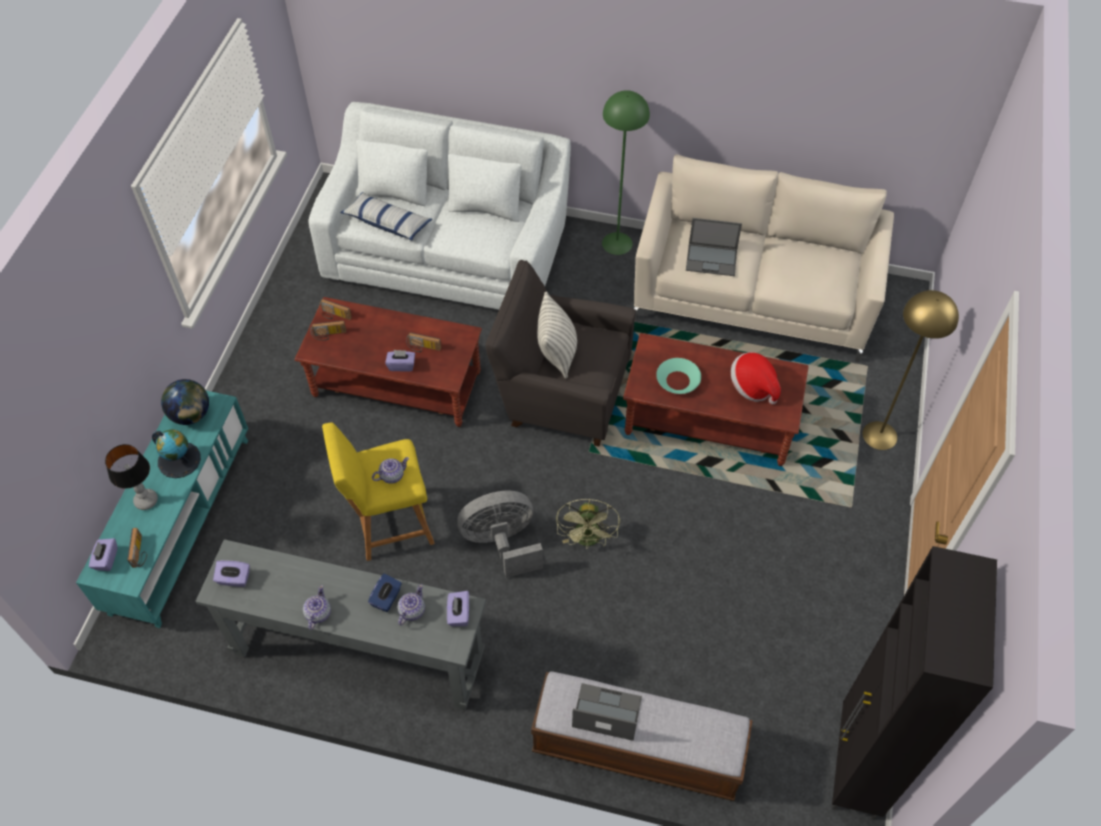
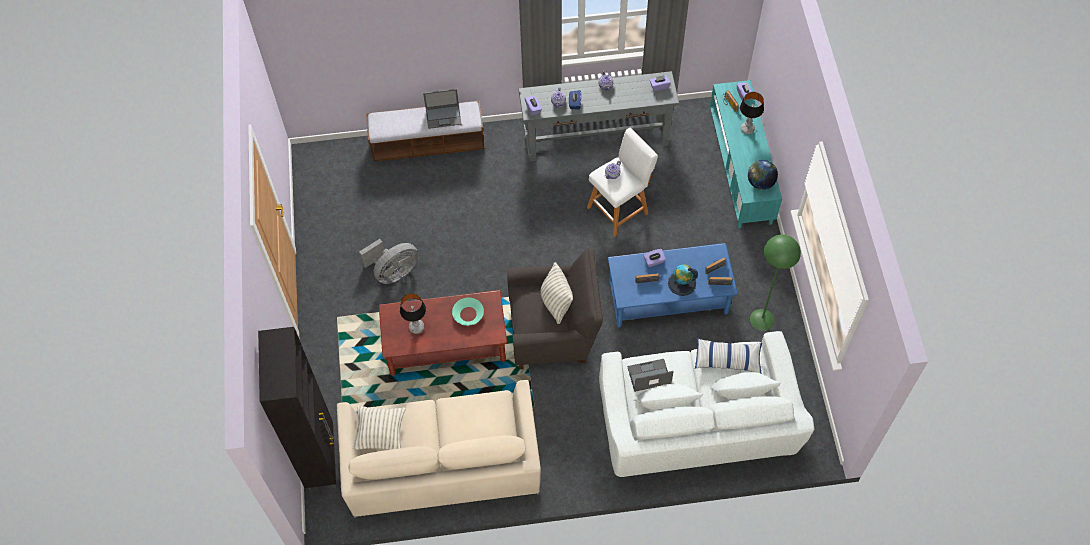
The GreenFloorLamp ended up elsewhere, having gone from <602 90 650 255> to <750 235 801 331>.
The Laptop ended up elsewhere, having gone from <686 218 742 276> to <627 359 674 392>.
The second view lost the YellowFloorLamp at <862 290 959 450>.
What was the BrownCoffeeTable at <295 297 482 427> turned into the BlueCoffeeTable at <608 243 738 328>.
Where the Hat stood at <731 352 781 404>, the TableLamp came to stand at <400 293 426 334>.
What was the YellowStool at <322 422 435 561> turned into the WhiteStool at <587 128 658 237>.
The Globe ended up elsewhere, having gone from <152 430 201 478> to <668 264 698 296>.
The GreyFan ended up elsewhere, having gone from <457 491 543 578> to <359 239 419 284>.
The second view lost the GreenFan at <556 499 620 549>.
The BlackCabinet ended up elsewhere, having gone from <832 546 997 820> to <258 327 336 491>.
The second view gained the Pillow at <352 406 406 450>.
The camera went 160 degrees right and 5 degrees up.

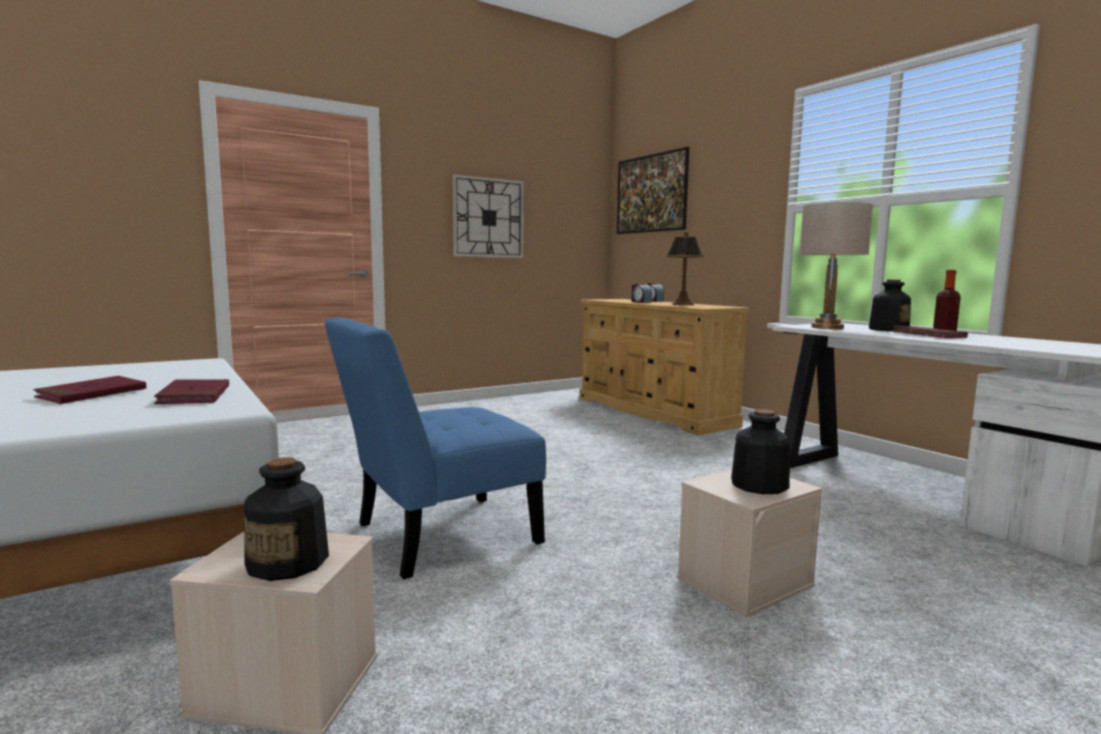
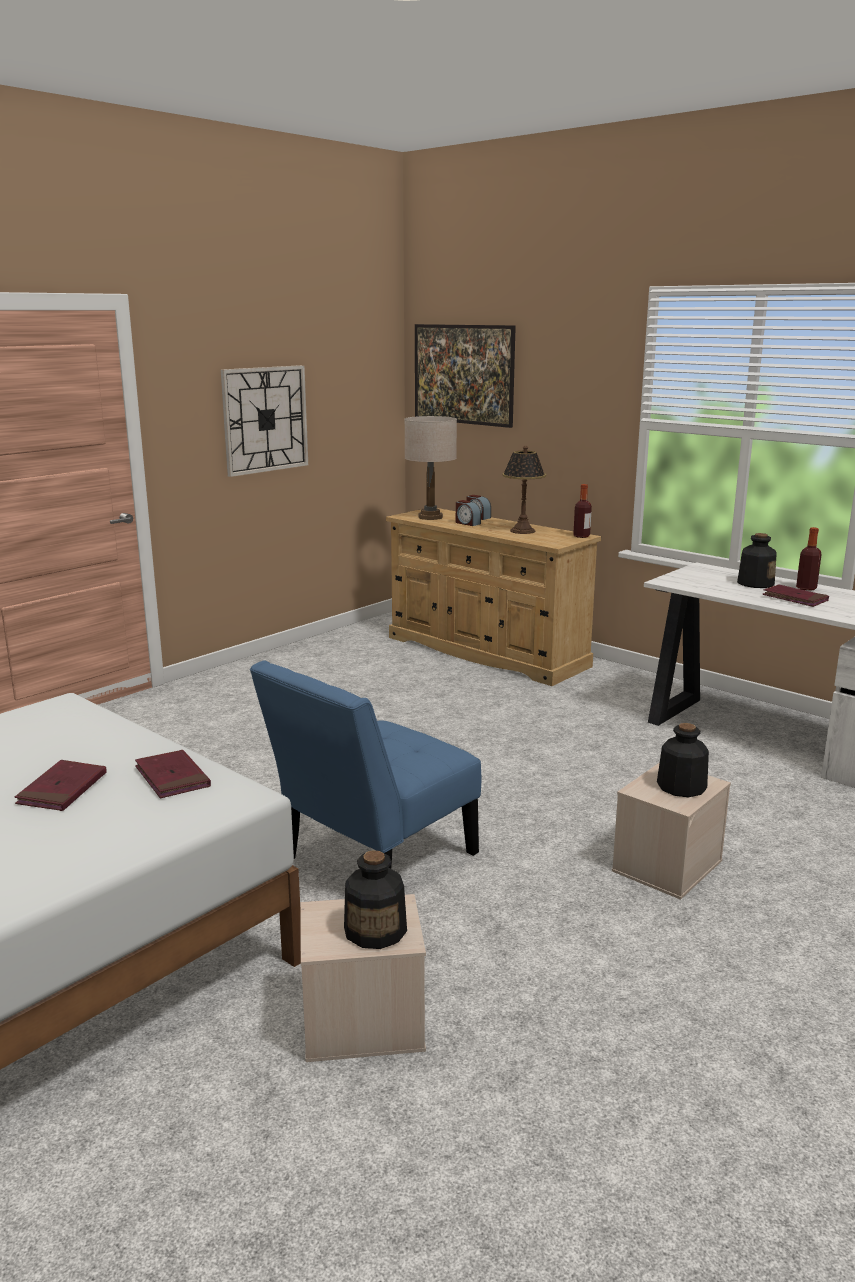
The BeigeTableLamp ended up elsewhere, having gone from <799 202 873 329> to <404 416 457 520>.
The second view gained the Bottle at <573 484 592 538>.
The camera went 15 degrees left and 10 degrees up.

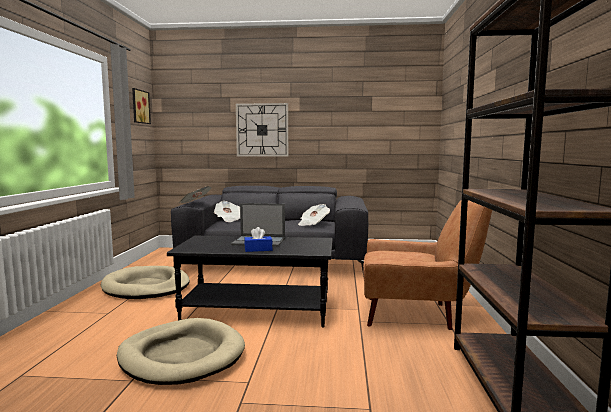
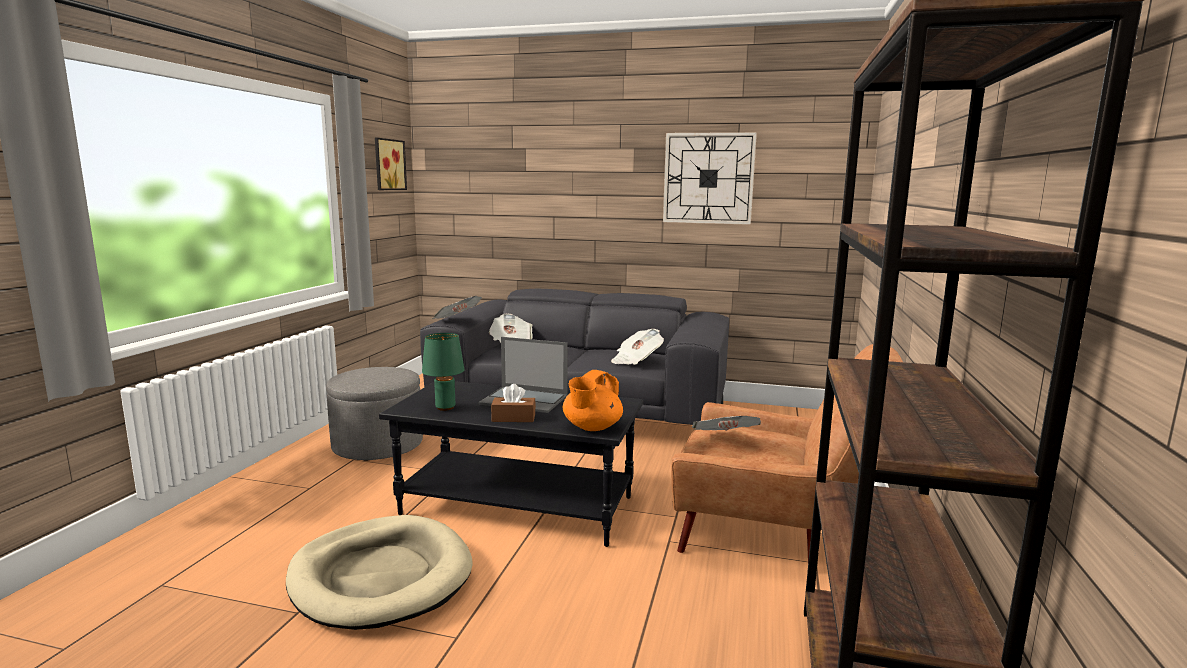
The WallClock ended up elsewhere, having gone from <236 103 288 157> to <663 132 757 225>.
What was the BlueTissueBox at <244 227 273 252> turned into the BrownTissueBox at <491 384 536 422>.
Where the BeigeDogBed stood at <101 266 190 299>, the GreyOttoman came to stand at <326 367 423 461>.
The second view gained the GreenTableLamp at <422 333 465 411>.
The second view gained the OrangeTeapot at <563 370 623 431>.
The second view gained the Newspaper at <692 416 761 431>.
The camera went 10 degrees right and 5 degrees up.

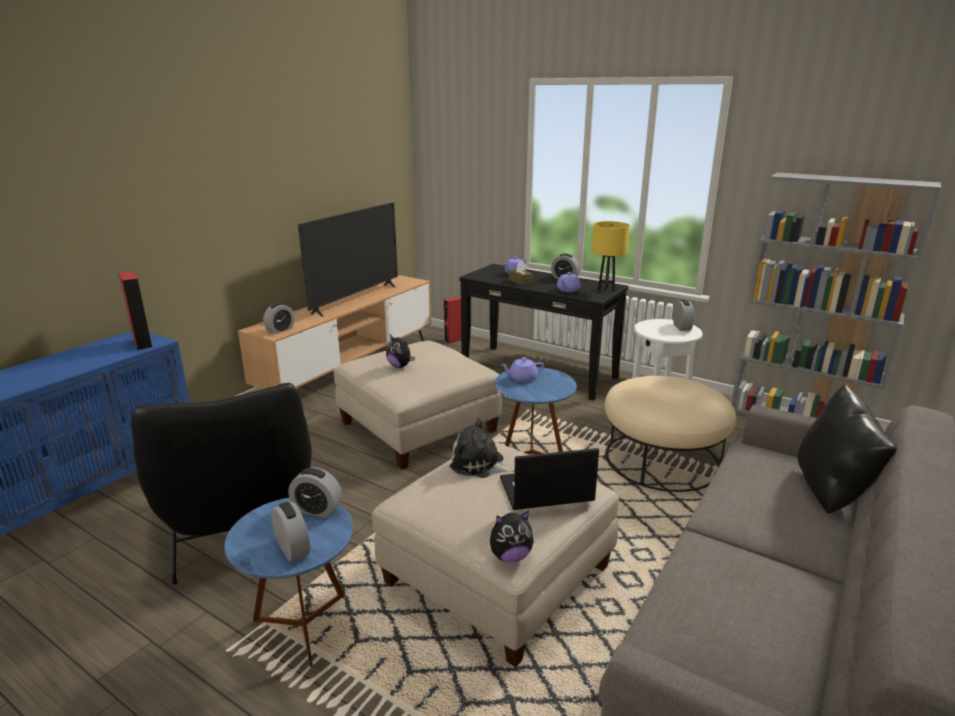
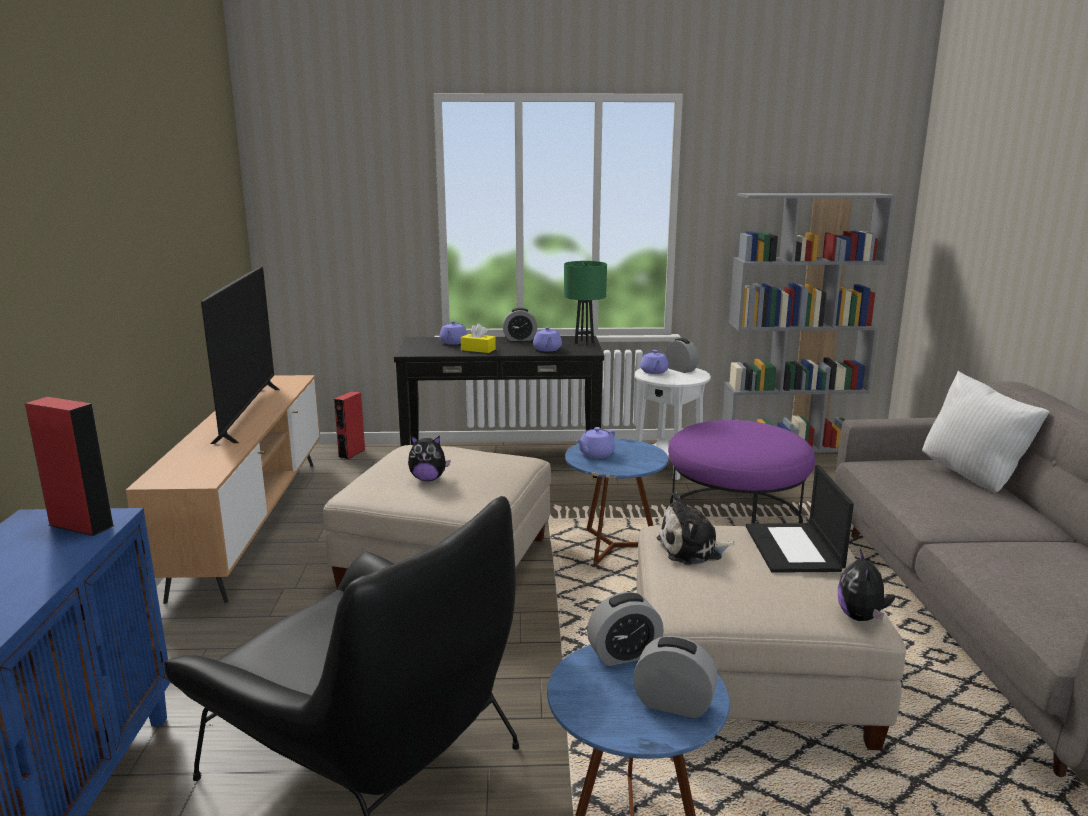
What was the YellowTableLamp at <592 221 630 292> turned into the GreenTableLamp at <564 261 607 345>.
What was the BrownTissueBox at <509 262 533 285> turned into the YellowTissueBox at <461 324 496 353>.
The second view lost the AlarmClock at <263 303 295 334>.
What was the BeigeOttoman at <605 376 736 492> turned into the PurpleOttoman at <668 420 815 524>.
What was the BlackPillow at <798 383 897 514> turned into the WhitePillow at <922 371 1049 493>.
The Laptop at <500 448 599 510> ended up facing another way, 45 degrees counterclockwise from before.
The PlushToy at <490 510 534 562> ended up facing another way, 150 degrees clockwise from before.
The second view gained the PurpleTeapot at <640 350 669 374>.
The camera went 35 degrees left and 5 degrees down.

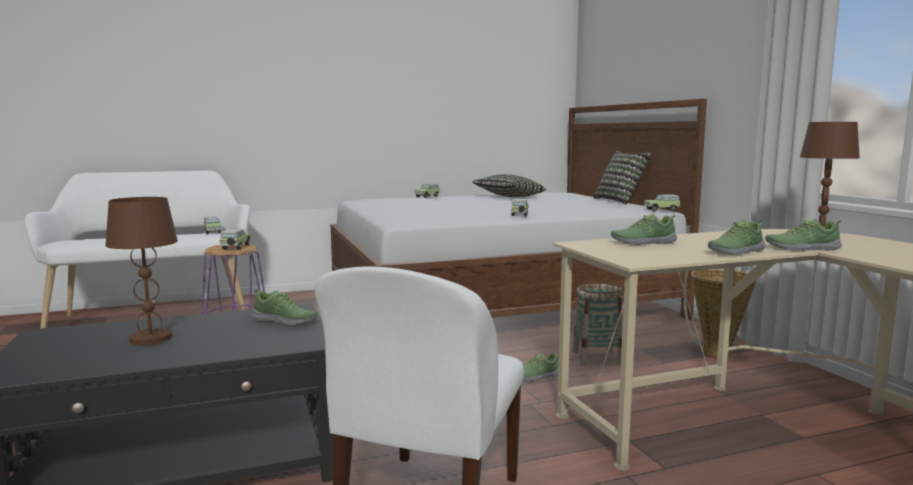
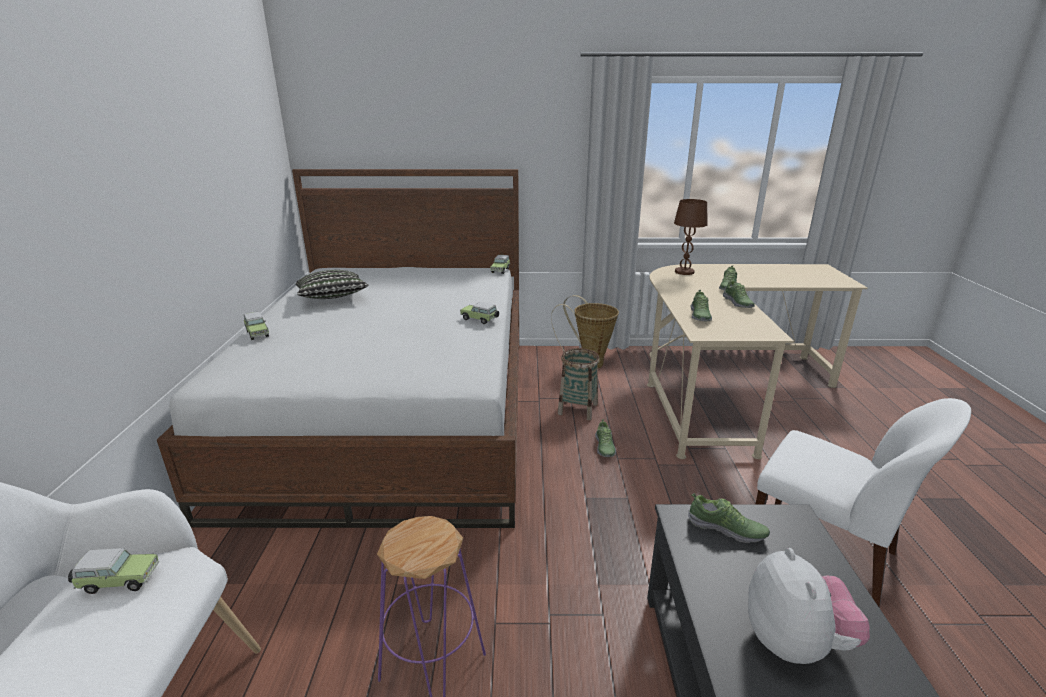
The second view lost the Pillow at <594 151 652 205>.
Where the BrownTableLamp stood at <106 197 178 345>, the PlushToy came to stand at <748 548 870 664>.
The second view lost the ToyCar at <220 229 251 249>.
The Shoe at <252 289 317 326> ended up facing another way, 75 degrees clockwise from before.
The camera went 70 degrees left and 15 degrees up.

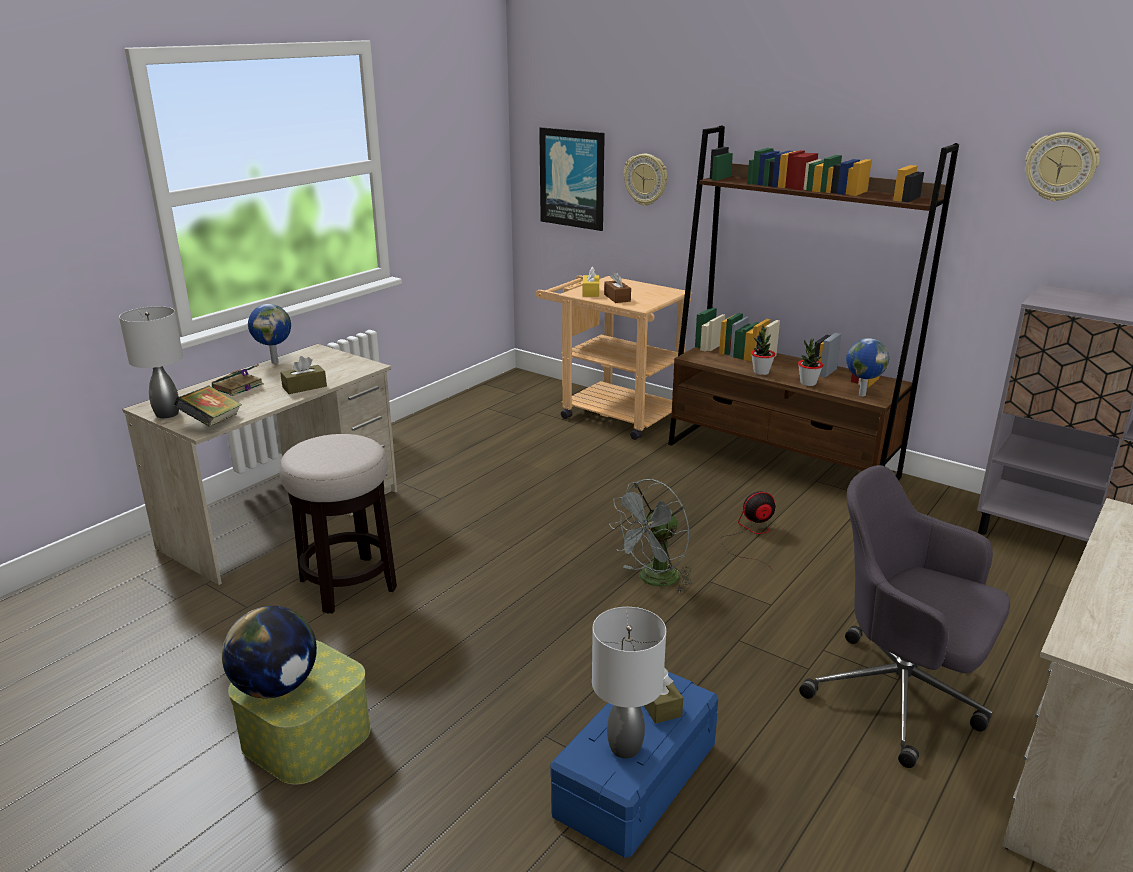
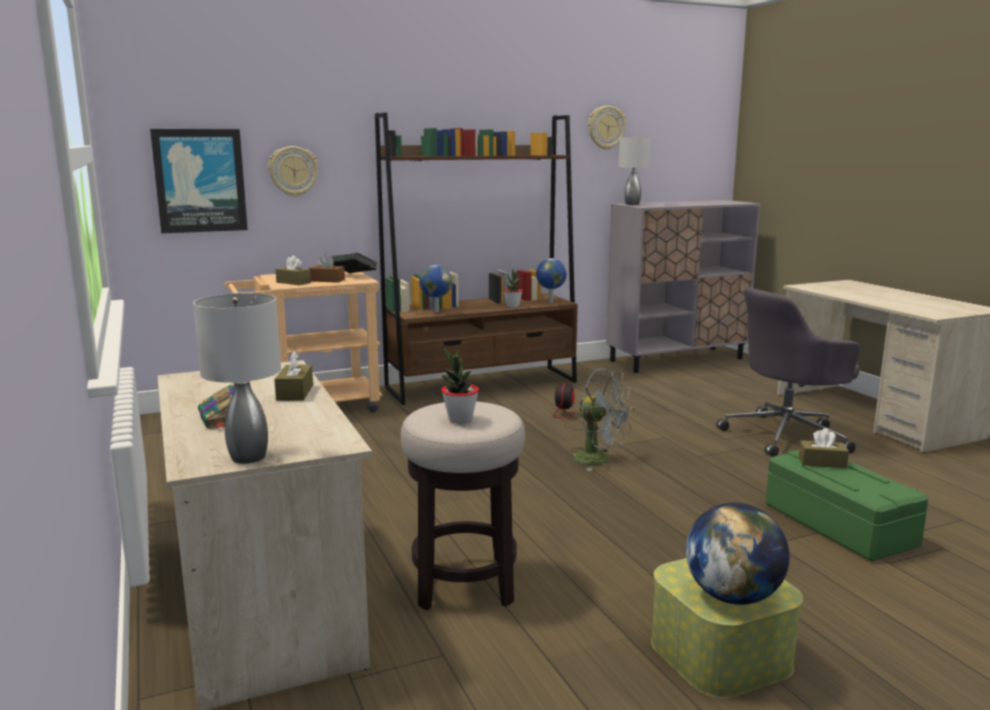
What was the YellowTissueBox at <583 266 599 297> turned into the BrownTissueBox at <275 256 311 285>.
The Globe ended up elsewhere, having gone from <248 304 291 364> to <419 265 452 313>.
The PottedPlant ended up elsewhere, having gone from <751 326 775 375> to <441 348 479 424>.
The Book ended up elsewhere, having gone from <174 386 242 427> to <331 253 377 273>.
The GreyFan at <609 479 693 593> ended up facing another way, 45 degrees counterclockwise from before.
The GreyTableLamp ended up elsewhere, having gone from <592 607 666 759> to <619 136 651 205>.
What was the BlueStorageBox at <550 672 718 858> turned into the GreenStorageBox at <766 450 928 562>.
The camera went 60 degrees left and 10 degrees down.

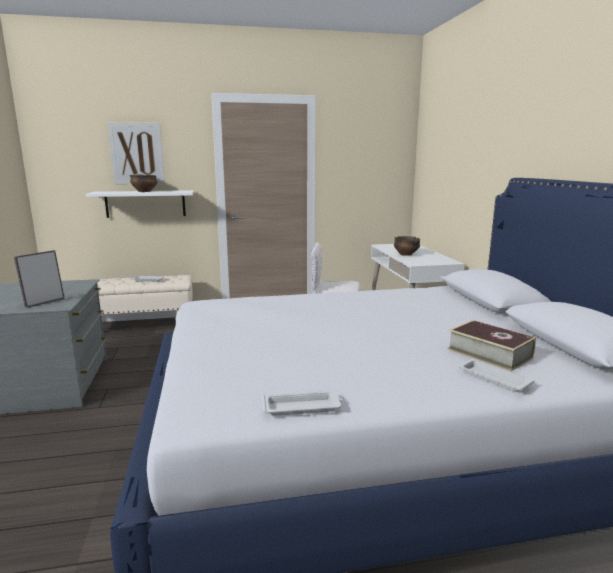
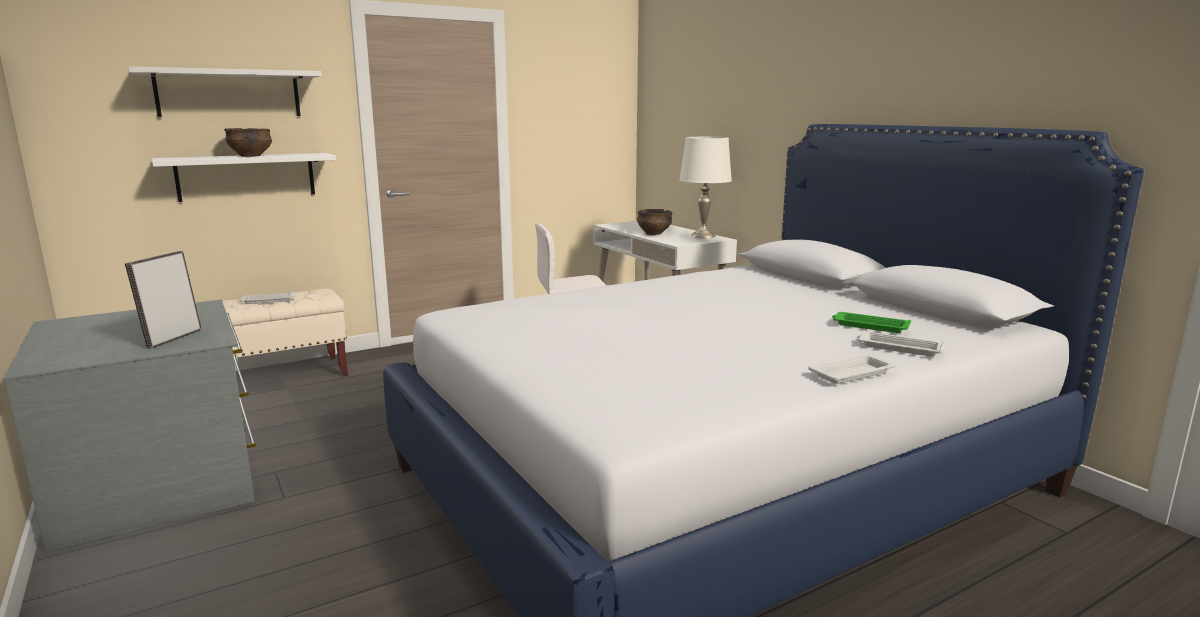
Where the Picture hung at <108 122 165 184>, the WhiteShelf came to hang at <128 66 322 117>.
Where the Book stood at <447 320 536 371>, the GreenTray came to stand at <832 312 911 333>.
The WhiteTray ended up elsewhere, having gone from <262 391 342 416> to <808 355 896 384>.
The second view gained the WhiteTableLamp at <679 137 732 238>.
The camera went 20 degrees left and 0 degrees up.

